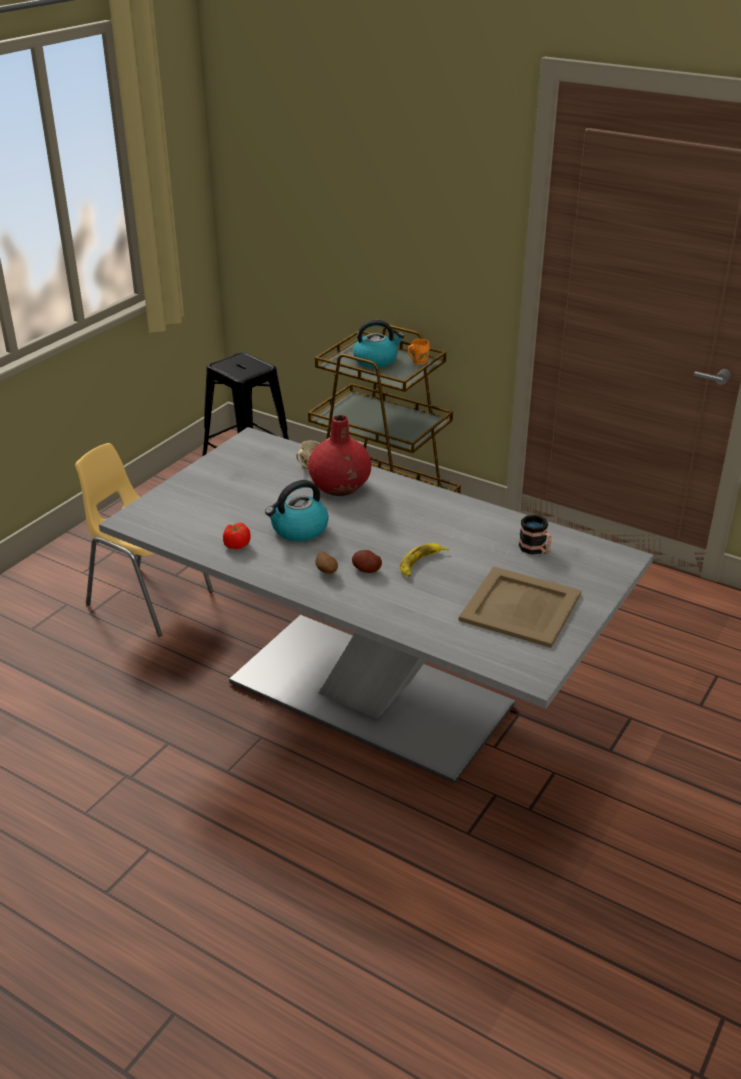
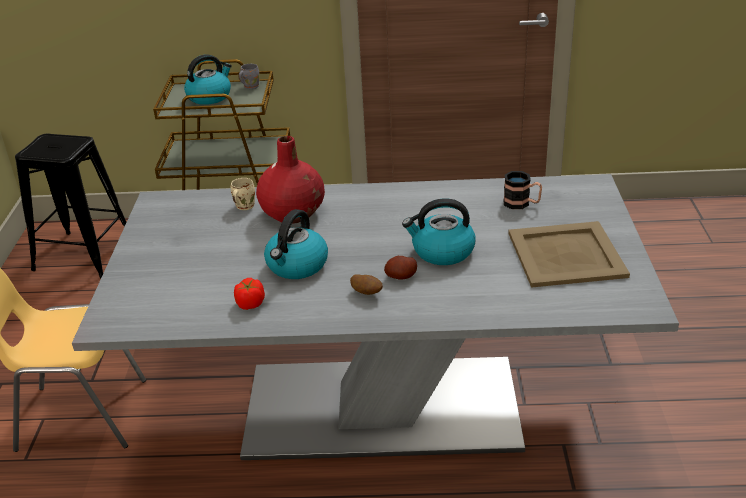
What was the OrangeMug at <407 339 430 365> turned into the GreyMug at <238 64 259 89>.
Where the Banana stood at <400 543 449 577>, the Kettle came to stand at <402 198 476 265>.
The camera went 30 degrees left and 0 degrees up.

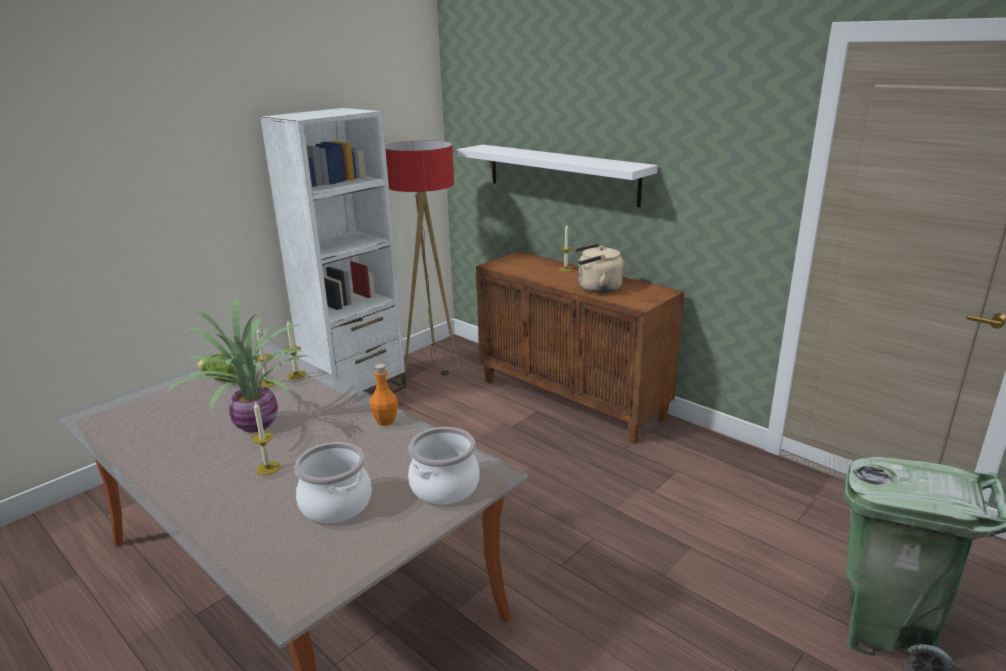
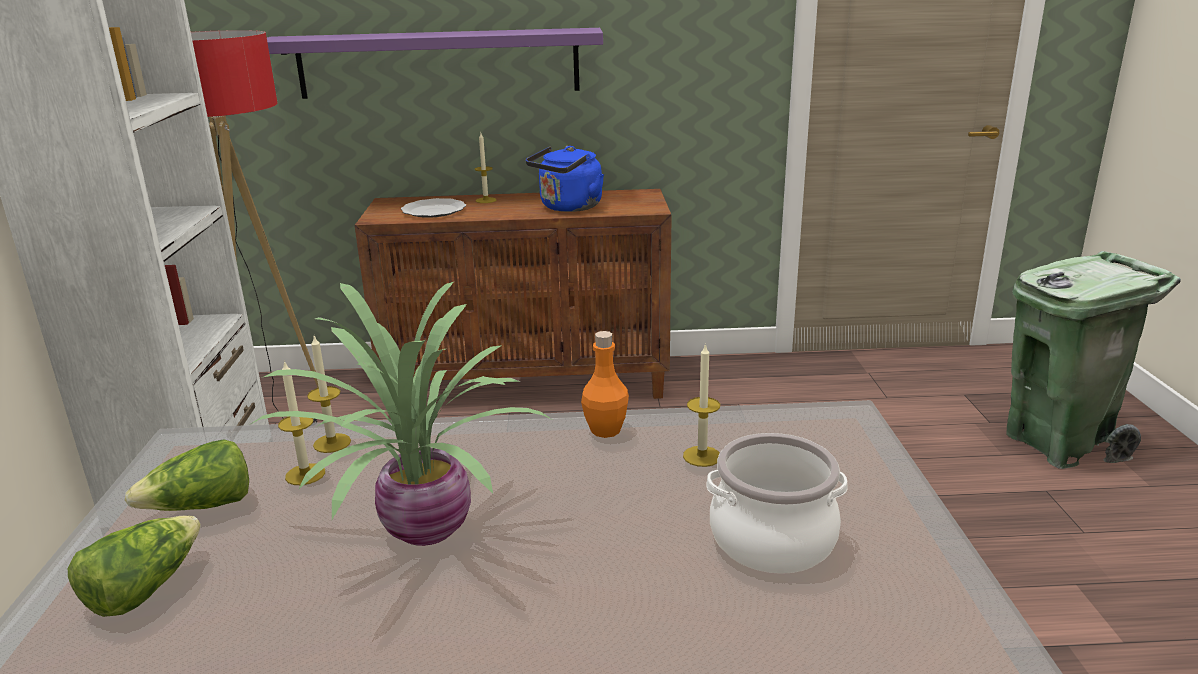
What was the WhiteShelf at <456 145 658 207> turned into the PurpleShelf at <267 28 603 99>.
What was the BeigeKettle at <574 243 624 293> turned into the BlueKettle at <526 146 604 212>.
The Candle ended up elsewhere, having gone from <252 401 280 475> to <683 343 720 467>.
The second view lost the CookingPot at <408 427 480 505>.
The second view gained the Plate at <401 198 466 218>.
The second view gained the Lettuce at <68 515 201 617>.
The camera went 45 degrees left and 0 degrees up.

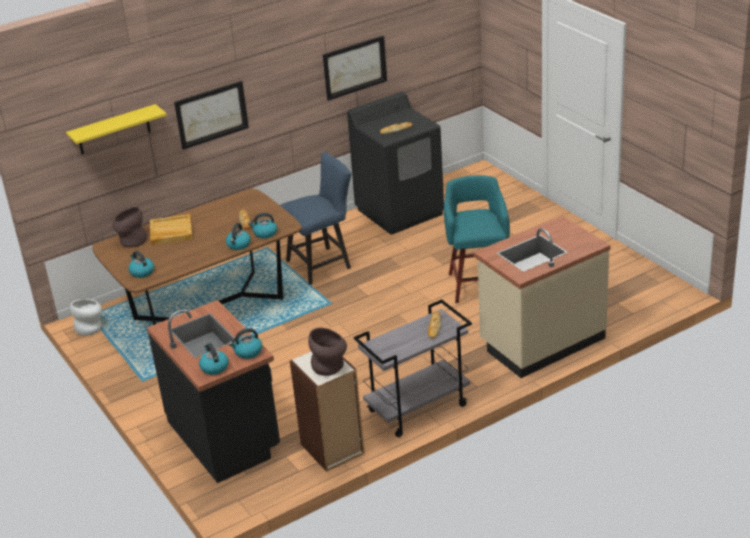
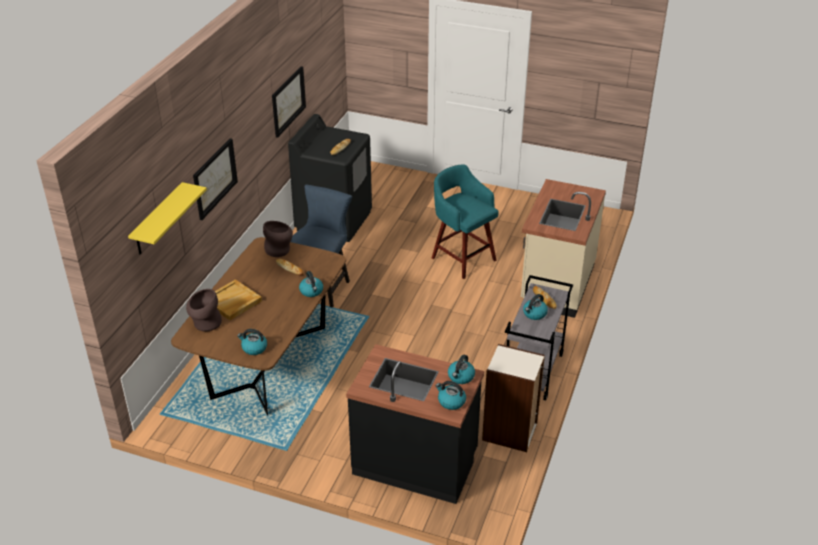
The Kettle ended up elsewhere, having gone from <248 213 277 238> to <523 294 548 320>.
The second view lost the WhiteVase at <70 299 102 336>.
The BrownVase ended up elsewhere, having gone from <308 328 347 376> to <263 221 293 257>.
The camera went 40 degrees left and 5 degrees up.

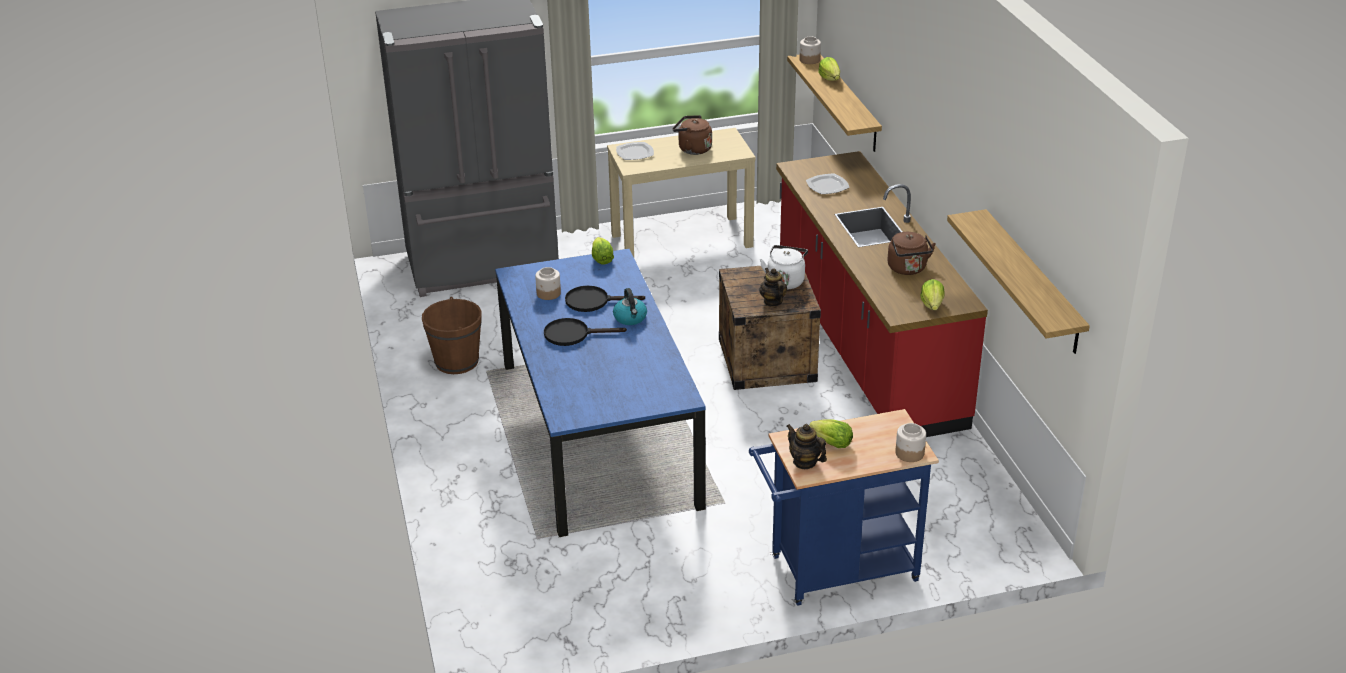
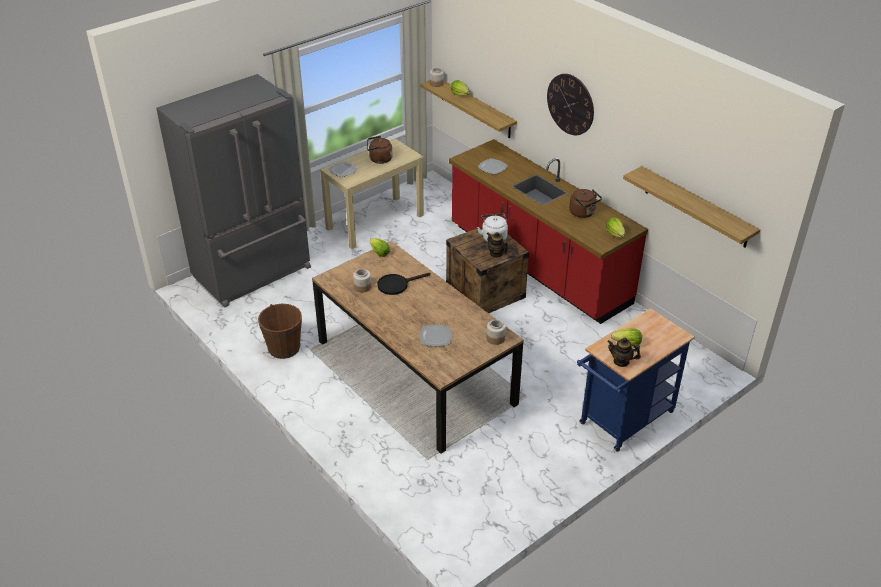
What was the BlueDiningTable at <495 249 706 537> turned into the BrownDiningTable at <312 241 524 454>.
The second view lost the Kettle at <613 288 647 325>.
The second view lost the BlackFryingPan at <544 318 627 346>.
The Jar ended up elsewhere, having gone from <895 423 926 462> to <487 320 506 345>.
The second view gained the WallClock at <547 74 594 135>.
The second view gained the Plate at <420 325 452 346>.
The camera went 25 degrees left and 5 degrees up.

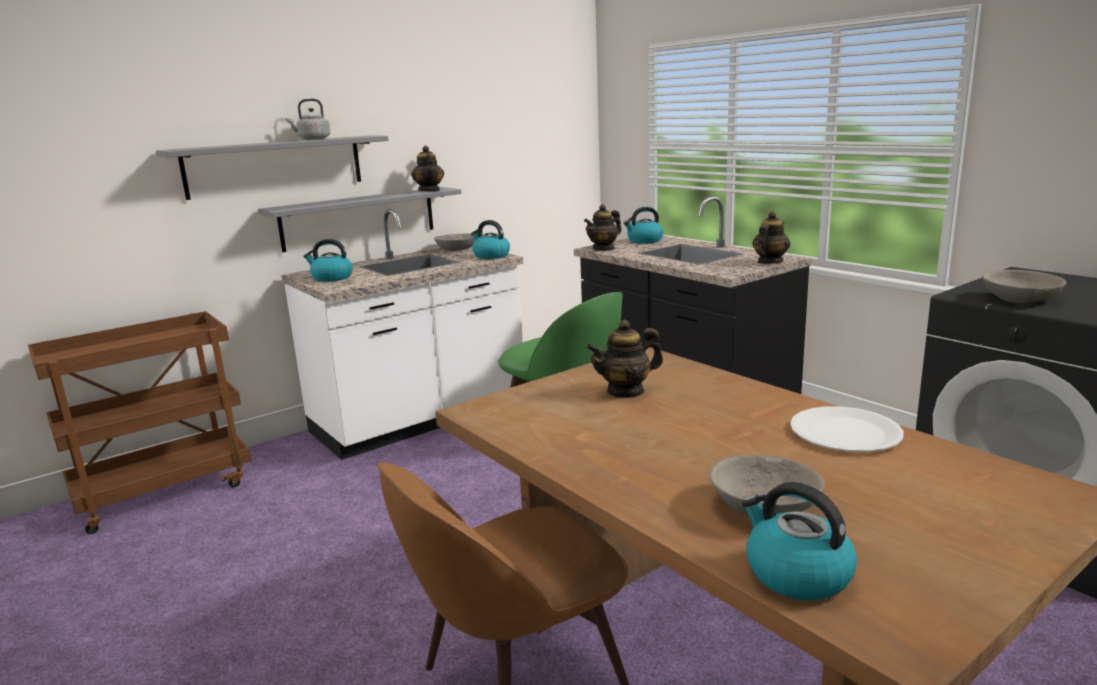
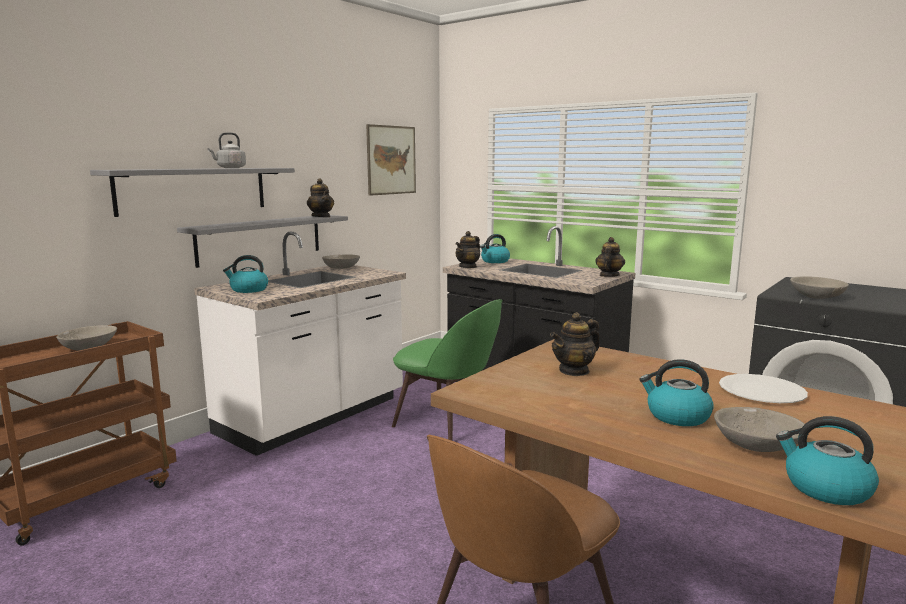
The Kettle ended up elsewhere, having gone from <471 220 510 259> to <639 359 714 426>.
The second view gained the Picture at <366 124 416 196>.
The second view gained the GreyBowl at <56 325 117 351>.
The camera went 15 degrees left and 5 degrees down.

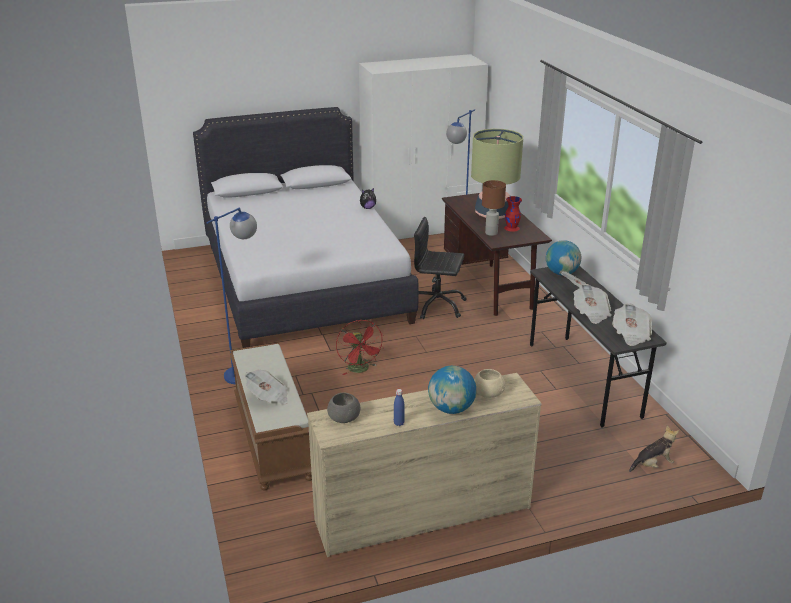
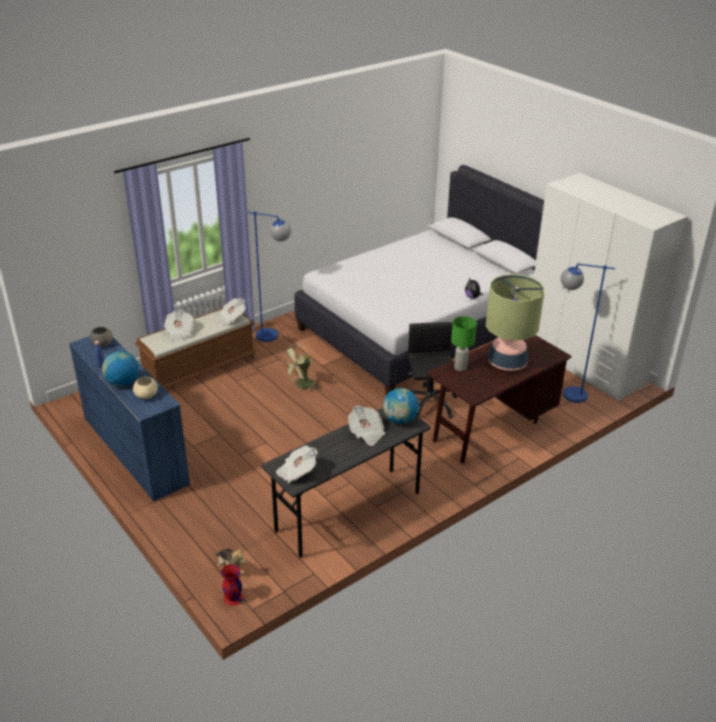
What was the BrownTableLamp at <482 180 506 236> turned into the GreenTableLamp at <451 316 477 371>.
The RedVase ended up elsewhere, having gone from <504 196 522 232> to <221 564 243 606>.
The Newspaper ended up elsewhere, having gone from <574 284 612 324> to <215 298 246 325>.
What was the RedFan at <336 320 384 375> turned into the GreenFan at <282 343 319 391>.
What was the BeigeDresser at <307 373 542 557> turned into the BlueDresser at <69 336 190 502>.
The camera went 70 degrees right and 5 degrees up.

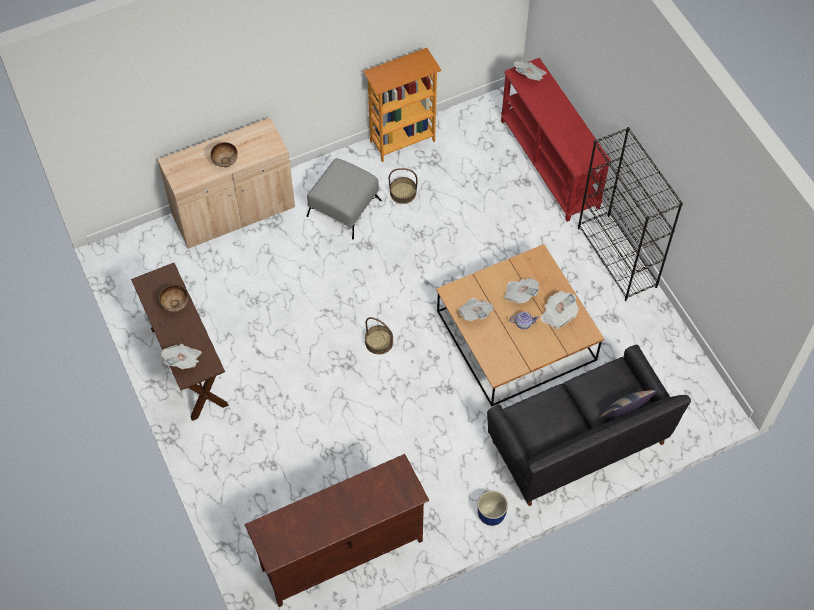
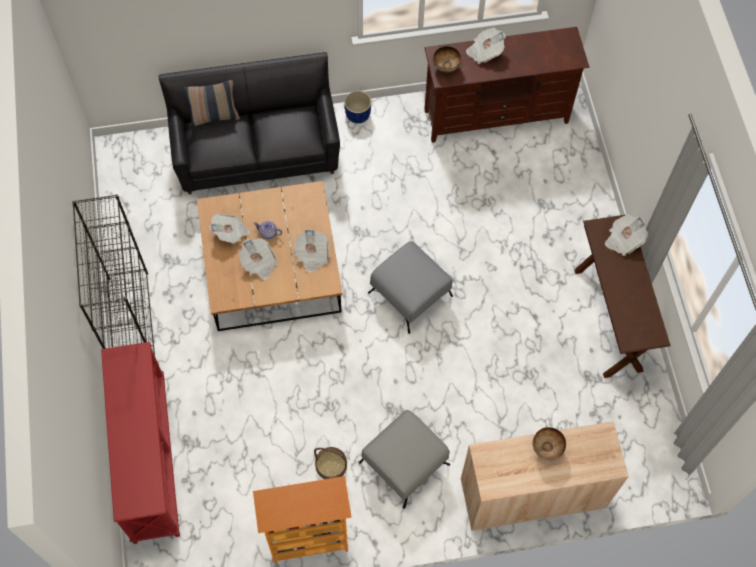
The Newspaper ended up elsewhere, having gone from <514 60 547 81> to <466 28 506 64>.
The Bowl ended up elsewhere, having gone from <159 285 188 312> to <433 46 461 72>.
Where the Basket stood at <365 317 393 355>, the GreyOttoman came to stand at <368 241 453 334>.
The camera went 165 degrees left and 5 degrees up.

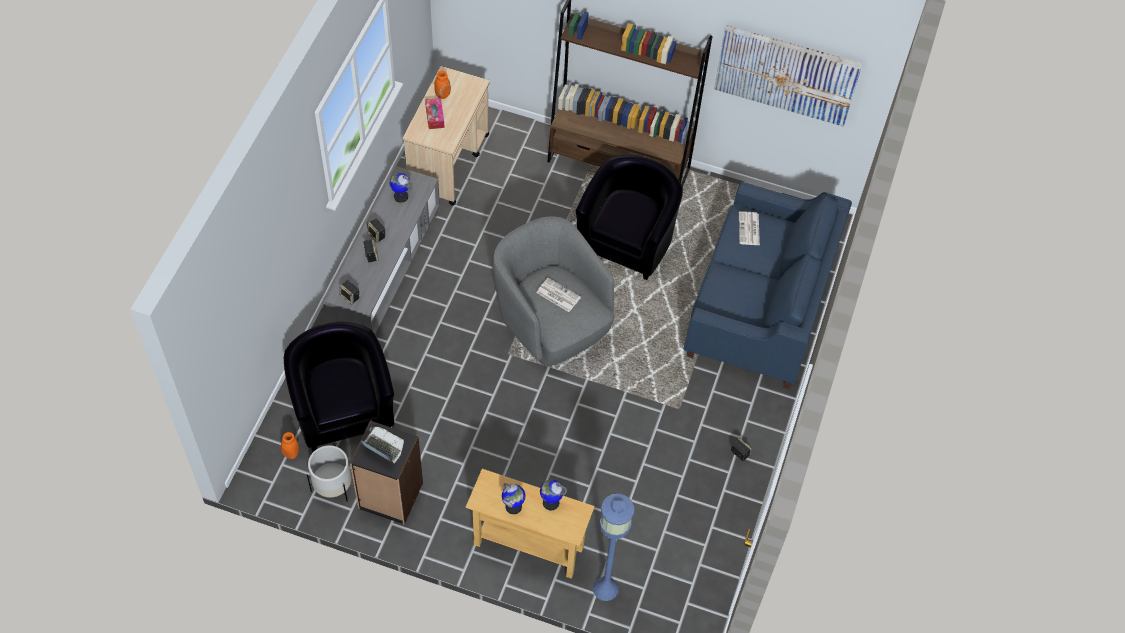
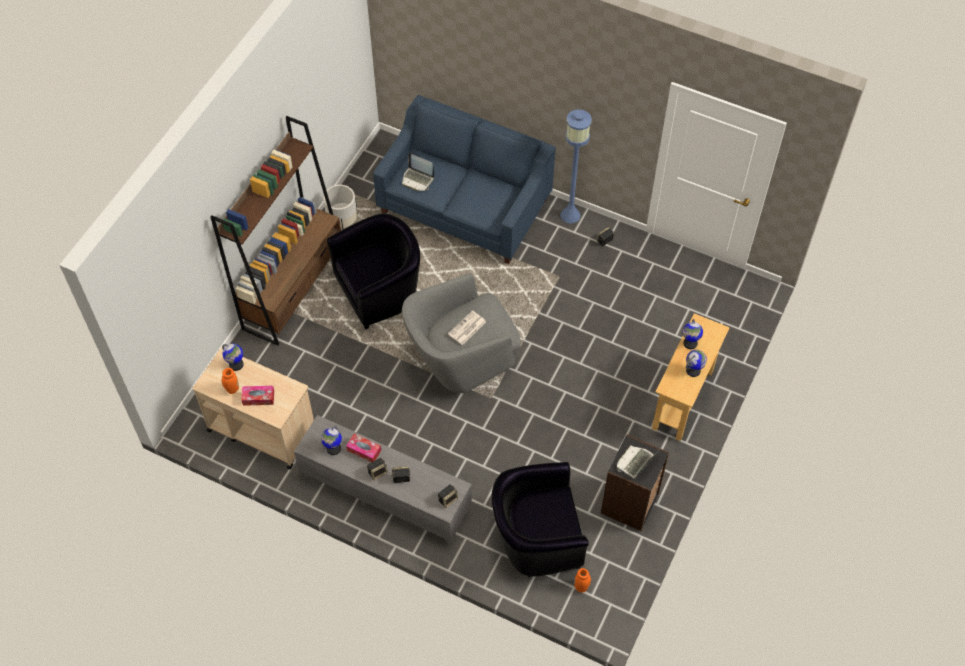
The second view lost the Picture at <714 25 863 127>.
The BlackArmchair at <576 155 683 280> ended up facing another way, 120 degrees clockwise from before.
Where the Newspaper stood at <739 211 760 245>, the Laptop came to stand at <402 152 434 191>.
The WhitePlanter ended up elsewhere, having gone from <307 445 351 502> to <323 185 358 230>.
The BlueFloorLamp ended up elsewhere, having gone from <593 494 634 601> to <561 109 592 223>.
The second view gained the Globe at <222 344 244 371>.
The second view gained the TissueBox at <346 433 381 462>.
The camera went 80 degrees left and 0 degrees up.

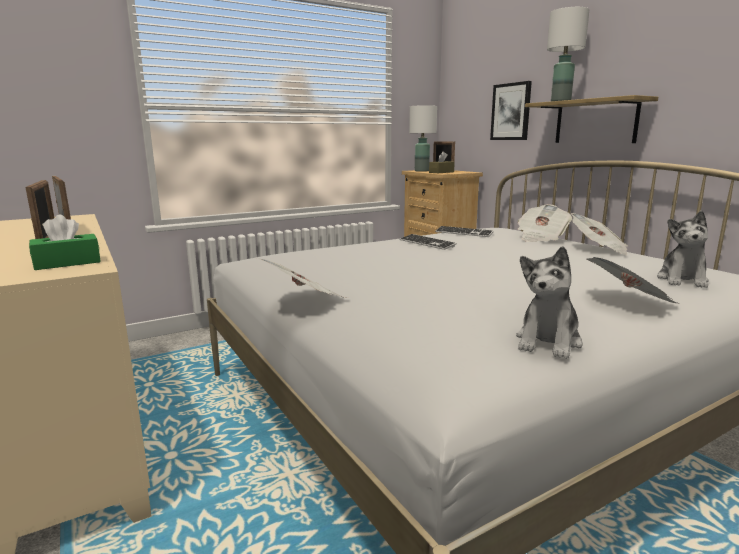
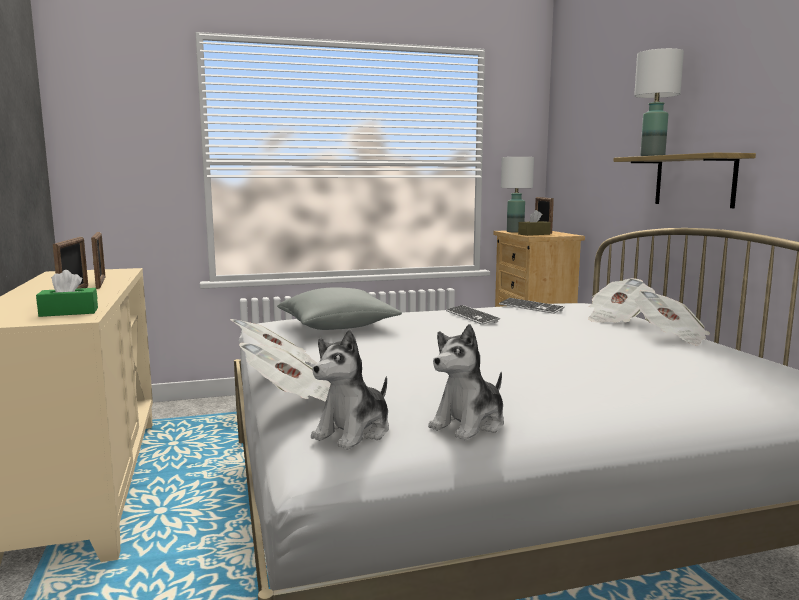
The second view lost the Picture at <490 81 532 140>.
The PlushToy ended up elsewhere, having gone from <657 211 709 288> to <311 330 389 450>.
The Newspaper ended up elsewhere, having gone from <586 257 677 303> to <239 343 331 402>.
The second view gained the GreyPillow at <277 287 402 330>.
The camera went 15 degrees right and 5 degrees down.

